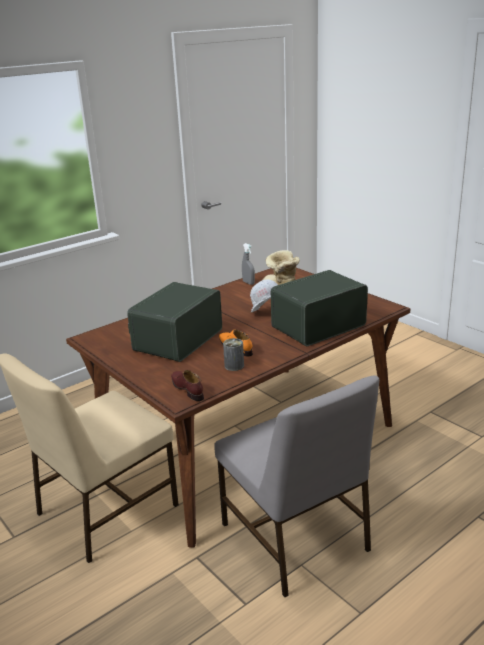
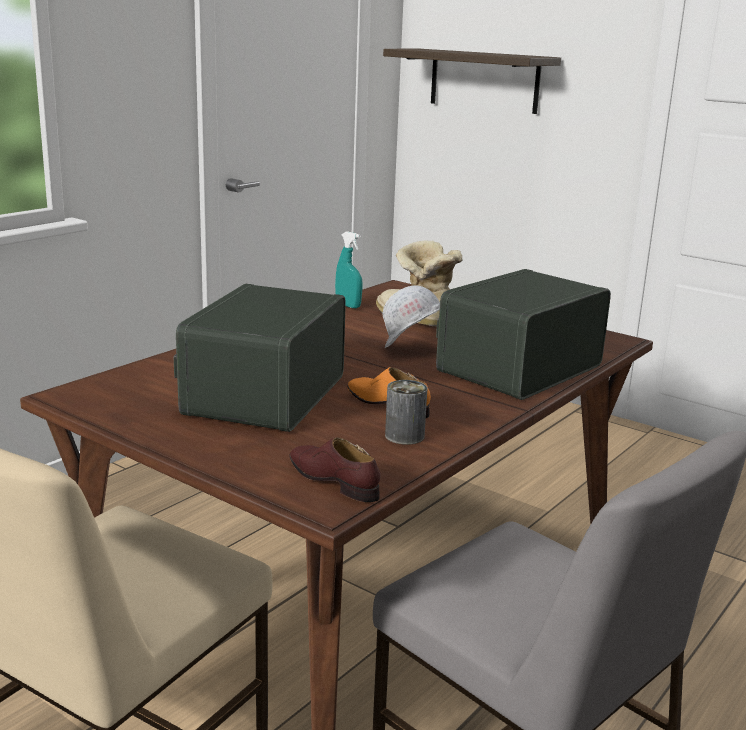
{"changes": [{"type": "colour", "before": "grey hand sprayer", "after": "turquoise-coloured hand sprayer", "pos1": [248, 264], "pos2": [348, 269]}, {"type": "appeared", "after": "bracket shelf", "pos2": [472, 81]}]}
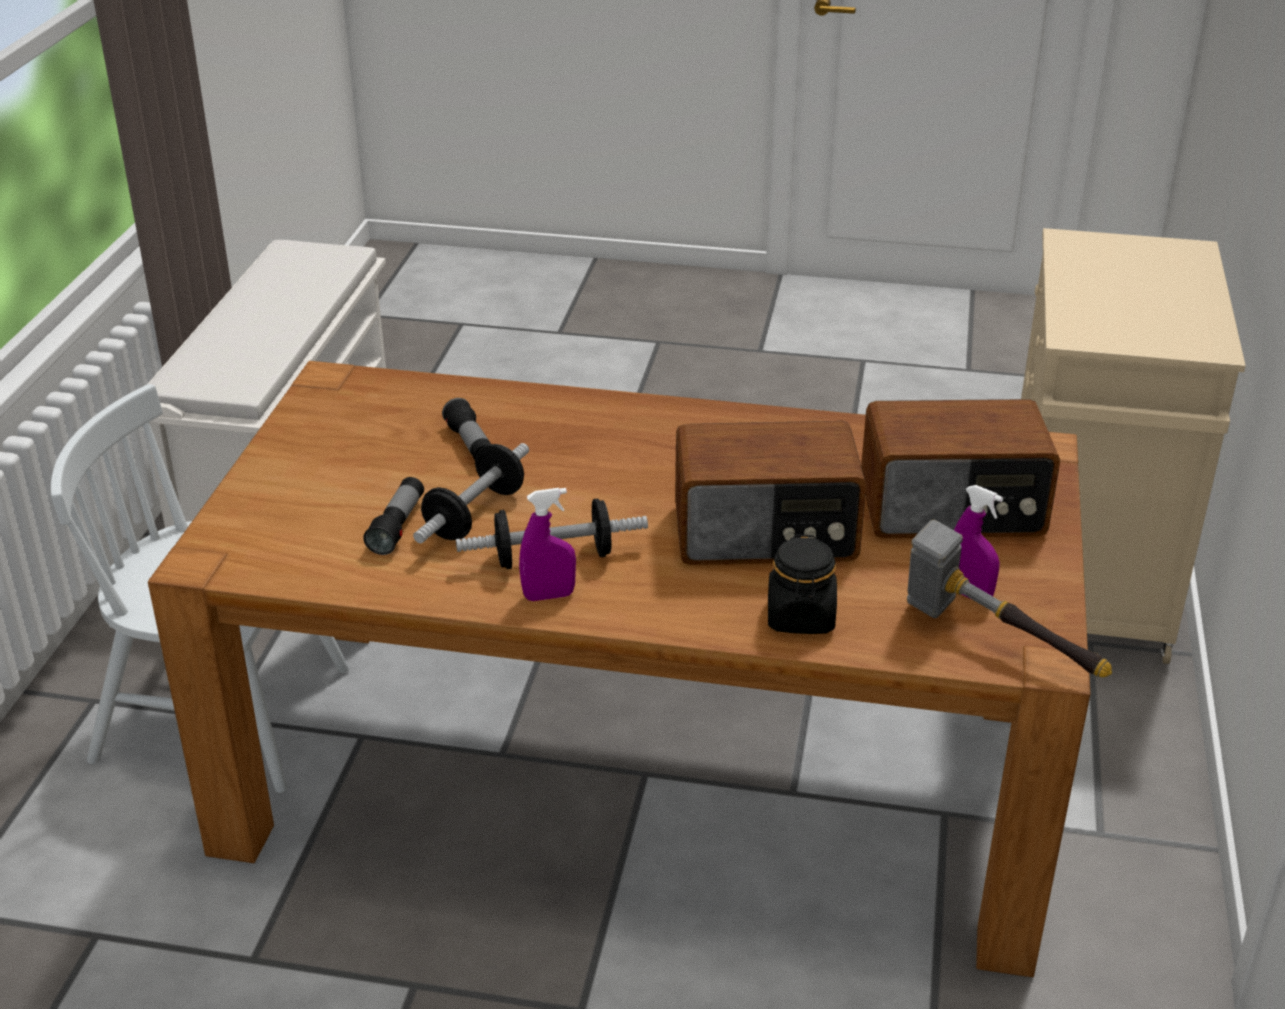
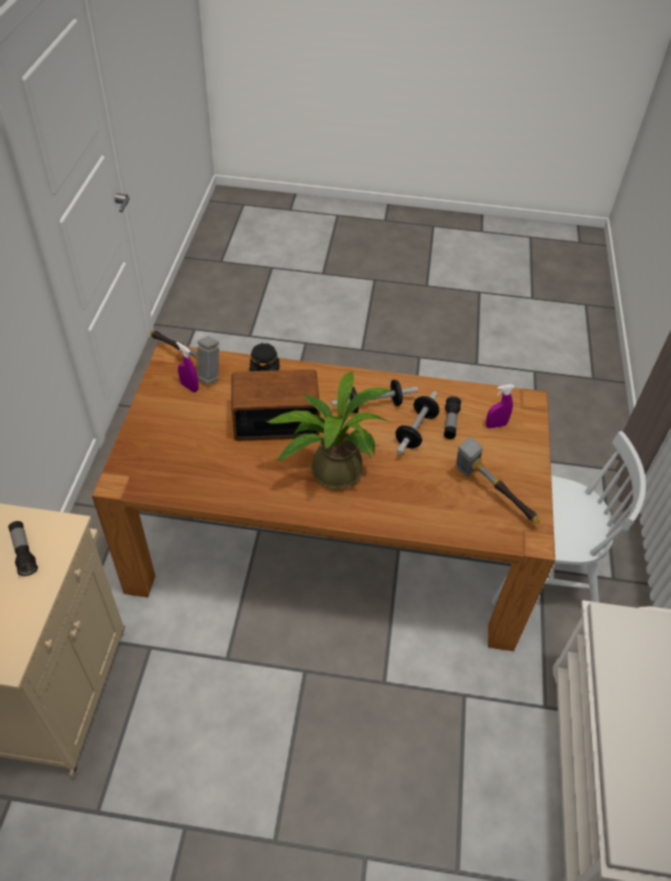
{"changes": [{"type": "relocated", "before": "torch", "pos1": [466, 429], "pos2": [23, 548]}, {"type": "appeared", "after": "potted plant", "pos2": [329, 430]}, {"type": "appeared", "after": "hammer", "pos2": [498, 480]}, {"type": "relocated", "before": "purple-coloured hand sprayer", "pos1": [547, 544], "pos2": [500, 406]}, {"type": "missing", "before": "radio set", "pos1": [960, 468]}]}
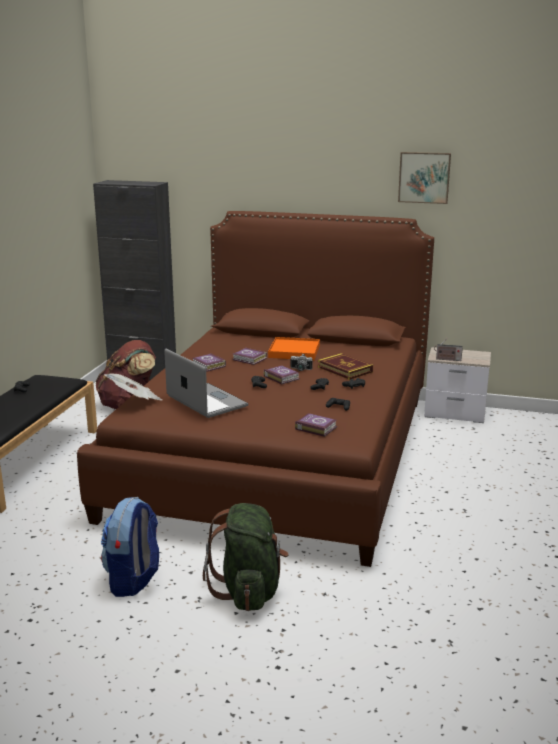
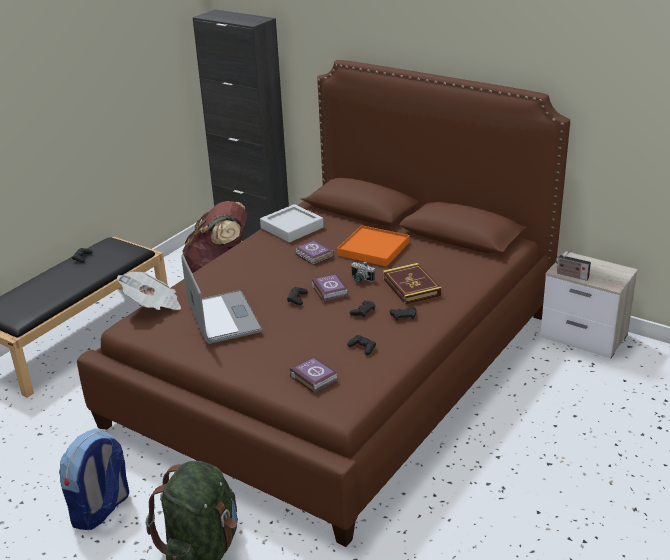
{"changes": [{"type": "appeared", "after": "grey tray", "pos2": [292, 223]}, {"type": "missing", "before": "volume", "pos1": [209, 362]}, {"type": "missing", "before": "wall art", "pos1": [424, 178]}]}
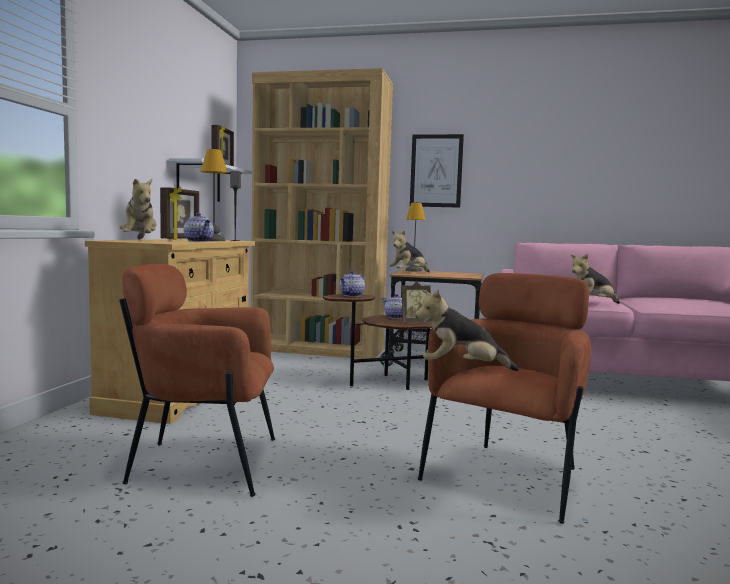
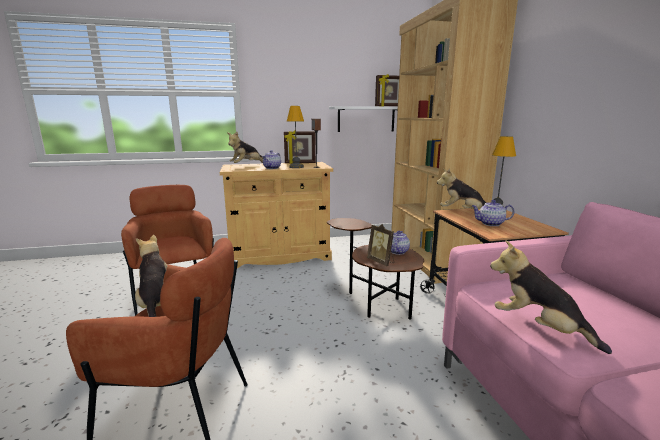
{"changes": [{"type": "relocated", "before": "pot for tea", "pos1": [352, 283], "pos2": [493, 213]}, {"type": "missing", "before": "wall art", "pos1": [437, 171]}]}
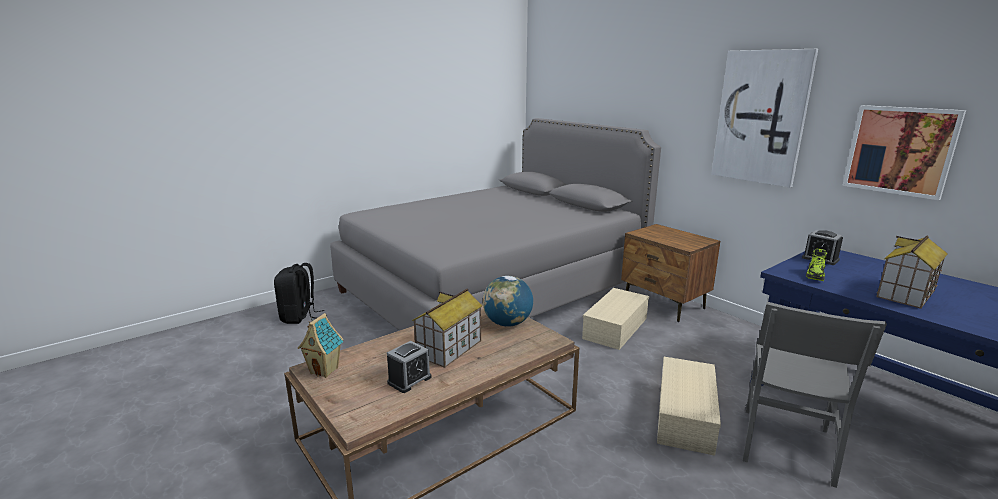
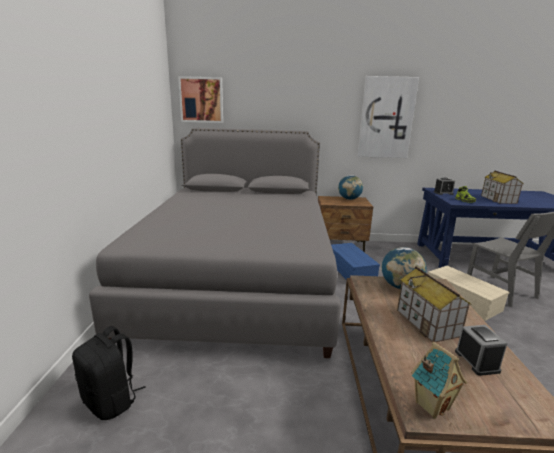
{"changes": [{"type": "relocated", "before": "wall art", "pos1": [904, 152], "pos2": [200, 99]}, {"type": "colour", "before": "sand-coloured storage container", "after": "bluish storage container", "pos1": [615, 319], "pos2": [355, 261]}, {"type": "appeared", "after": "desk globe", "pos2": [350, 187]}]}
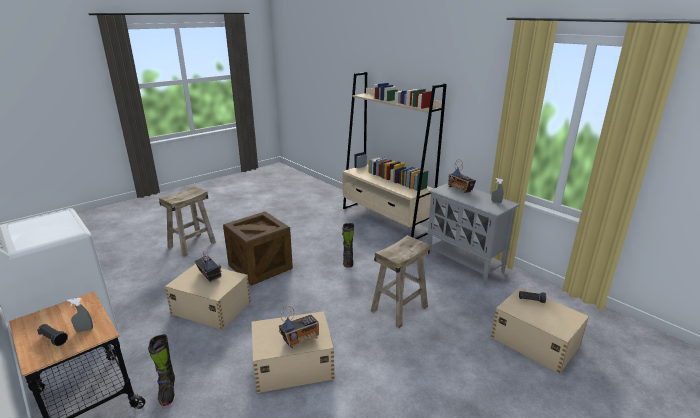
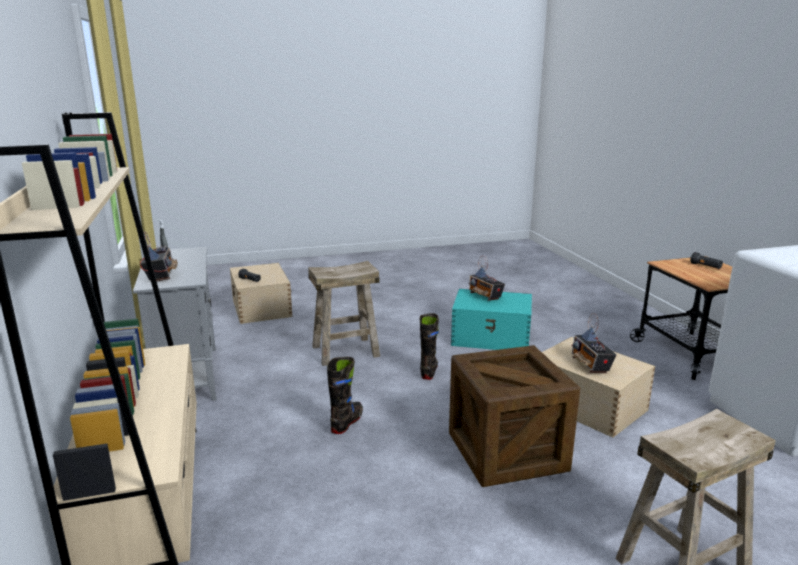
{"changes": [{"type": "relocated", "before": "blackish high-top boot", "pos1": [161, 370], "pos2": [429, 346]}, {"type": "colour", "before": "sand-coloured storage container", "after": "turquoise-coloured storage container", "pos1": [293, 352], "pos2": [491, 319]}, {"type": "spun", "before": "radio set", "pos1": [299, 327], "pos2": [486, 278], "turn": -120}, {"type": "missing", "before": "grey hand sprayer", "pos1": [80, 315]}]}
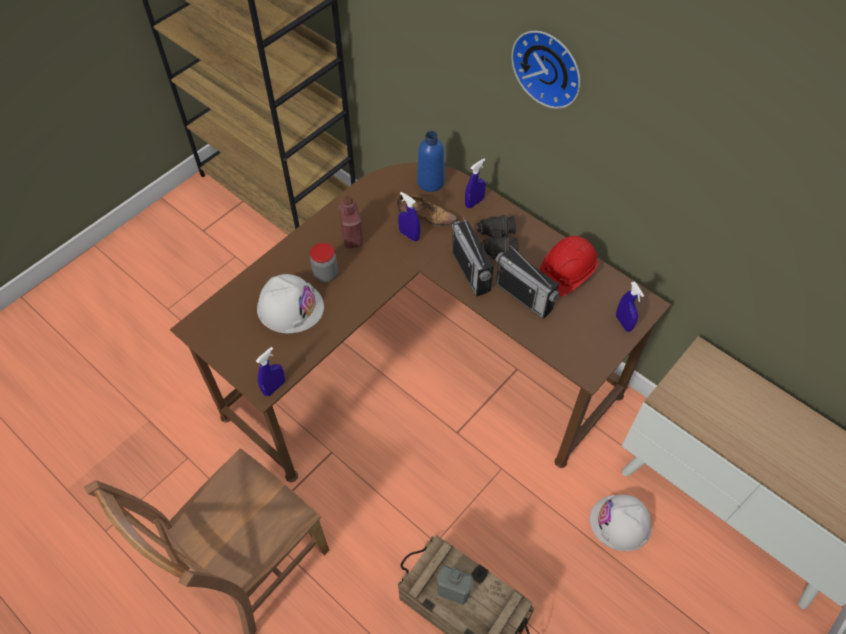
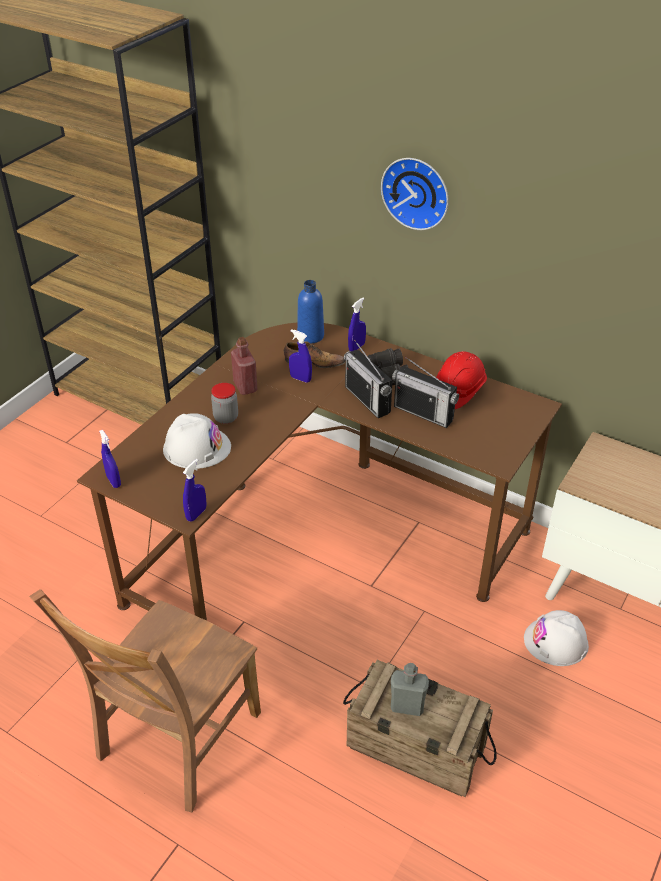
{"changes": [{"type": "relocated", "before": "bluish hand sprayer", "pos1": [630, 307], "pos2": [110, 459]}]}
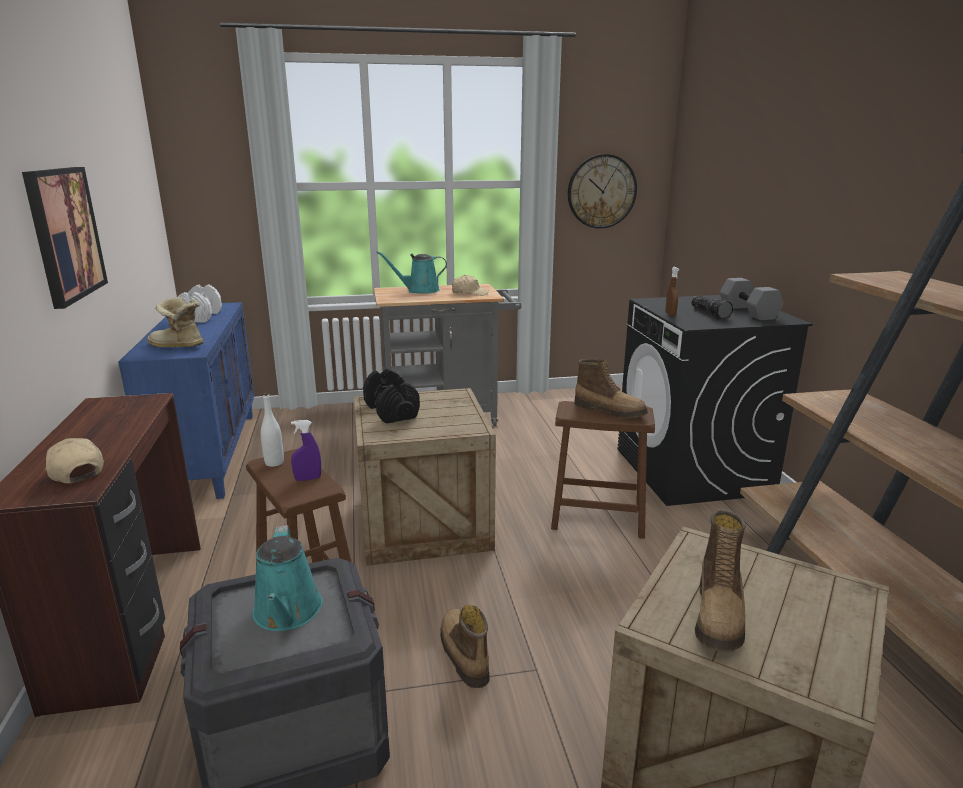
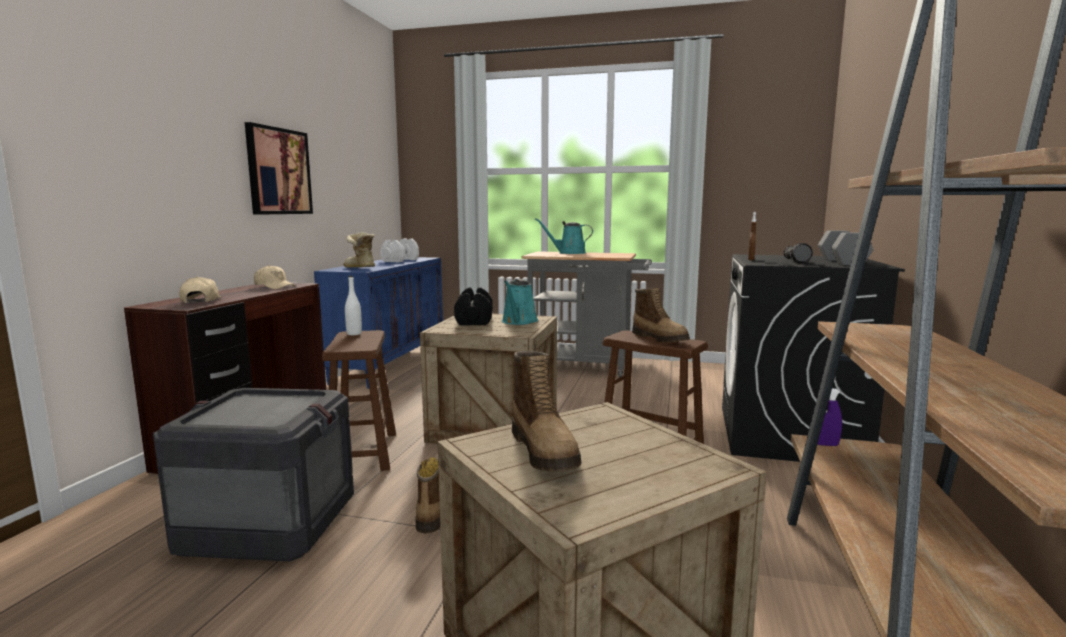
{"changes": [{"type": "relocated", "before": "sand-coloured baseball cap", "pos1": [470, 285], "pos2": [275, 277]}, {"type": "relocated", "before": "turquoise-coloured watering can", "pos1": [288, 578], "pos2": [520, 302]}, {"type": "spun", "before": "high-top boot", "pos1": [720, 580], "pos2": [547, 411], "turn": -60}, {"type": "relocated", "before": "purple-coloured hand sprayer", "pos1": [306, 450], "pos2": [829, 417]}, {"type": "missing", "before": "clock on the wall", "pos1": [602, 191]}]}
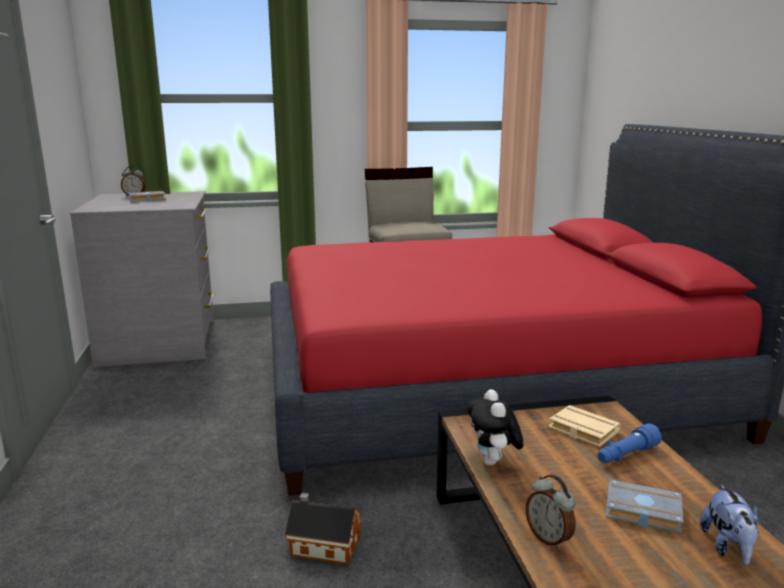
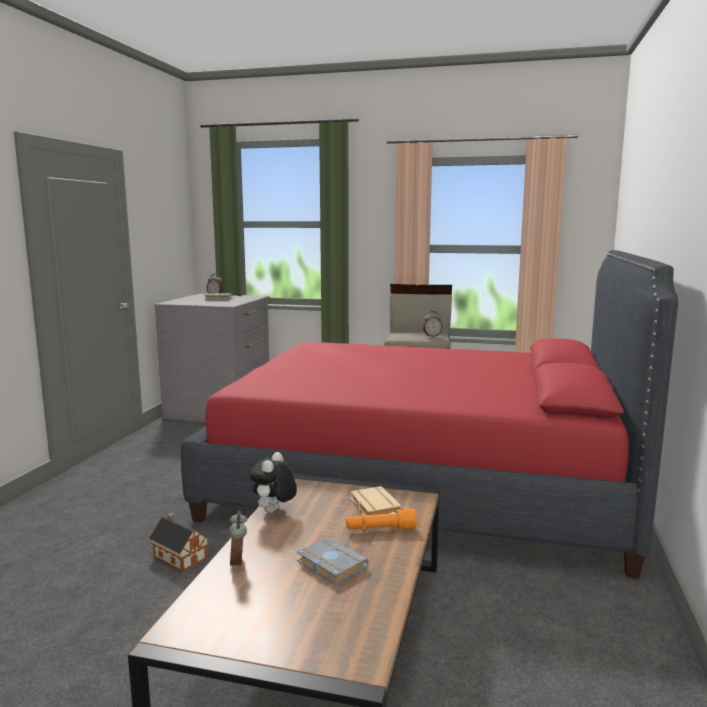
{"changes": [{"type": "colour", "before": "bluish torch", "after": "orange torch", "pos1": [630, 443], "pos2": [381, 519]}, {"type": "appeared", "after": "alarm clock", "pos2": [432, 324]}, {"type": "missing", "before": "soft toy", "pos1": [729, 524]}]}
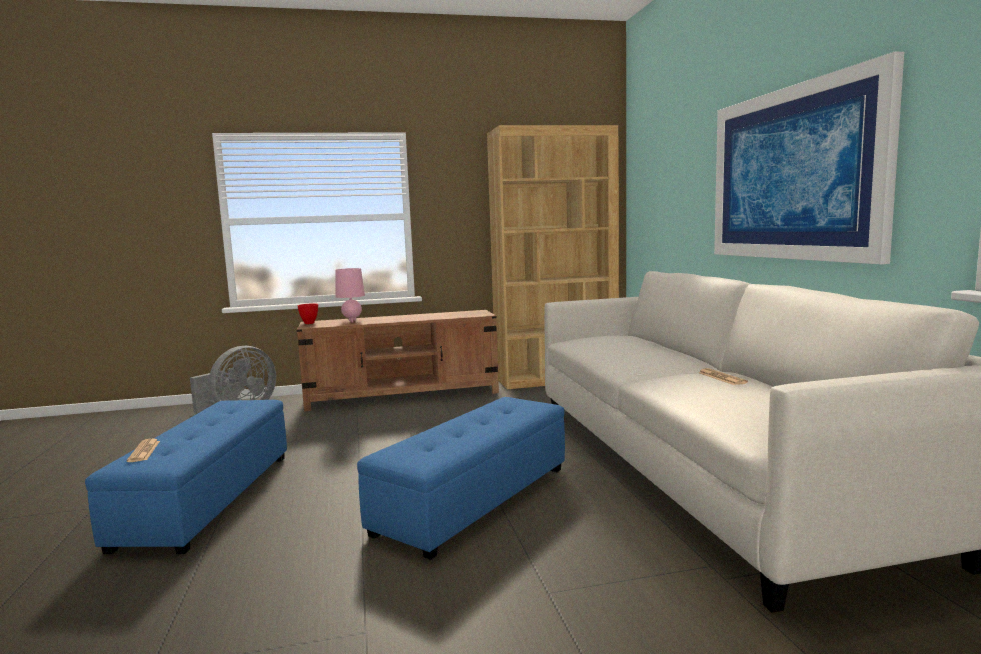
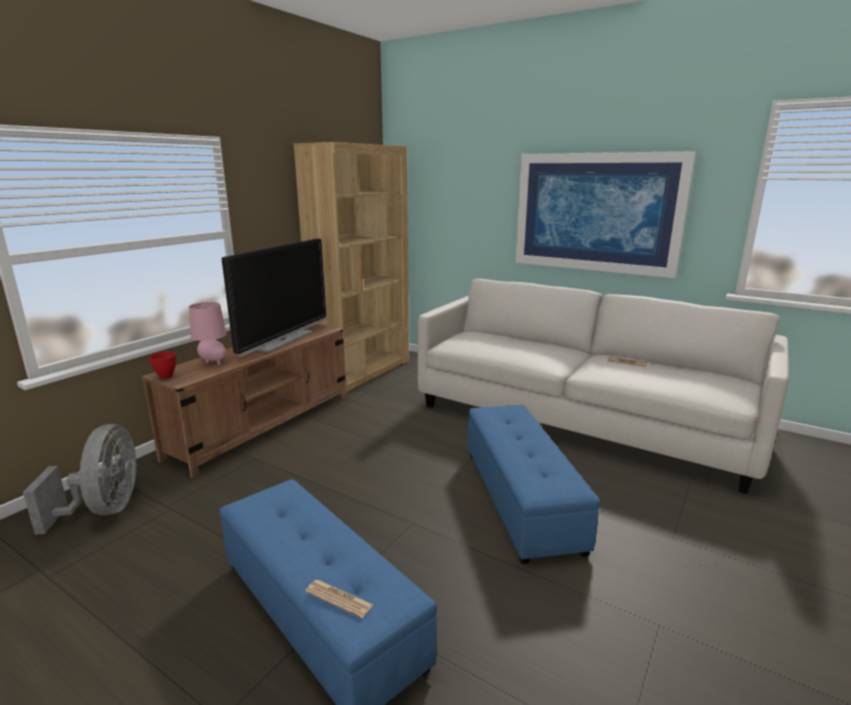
{"changes": [{"type": "appeared", "after": "TV", "pos2": [274, 298]}]}
